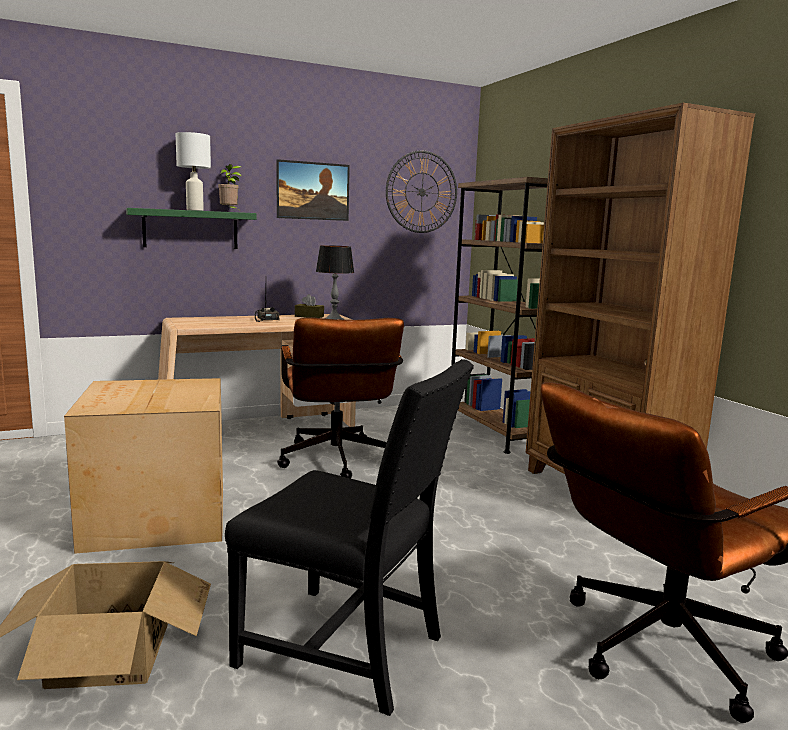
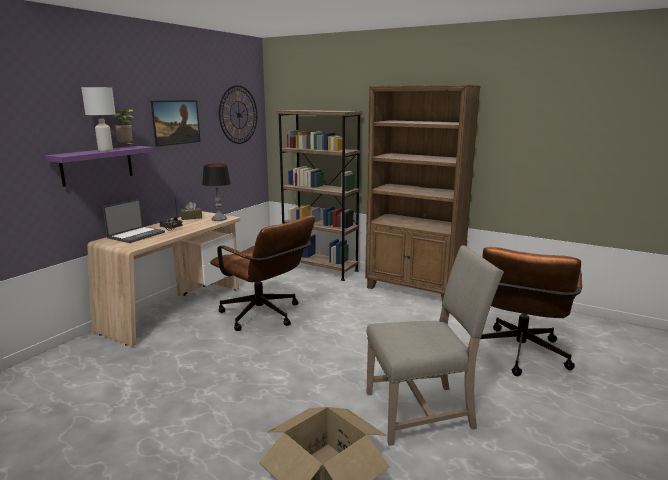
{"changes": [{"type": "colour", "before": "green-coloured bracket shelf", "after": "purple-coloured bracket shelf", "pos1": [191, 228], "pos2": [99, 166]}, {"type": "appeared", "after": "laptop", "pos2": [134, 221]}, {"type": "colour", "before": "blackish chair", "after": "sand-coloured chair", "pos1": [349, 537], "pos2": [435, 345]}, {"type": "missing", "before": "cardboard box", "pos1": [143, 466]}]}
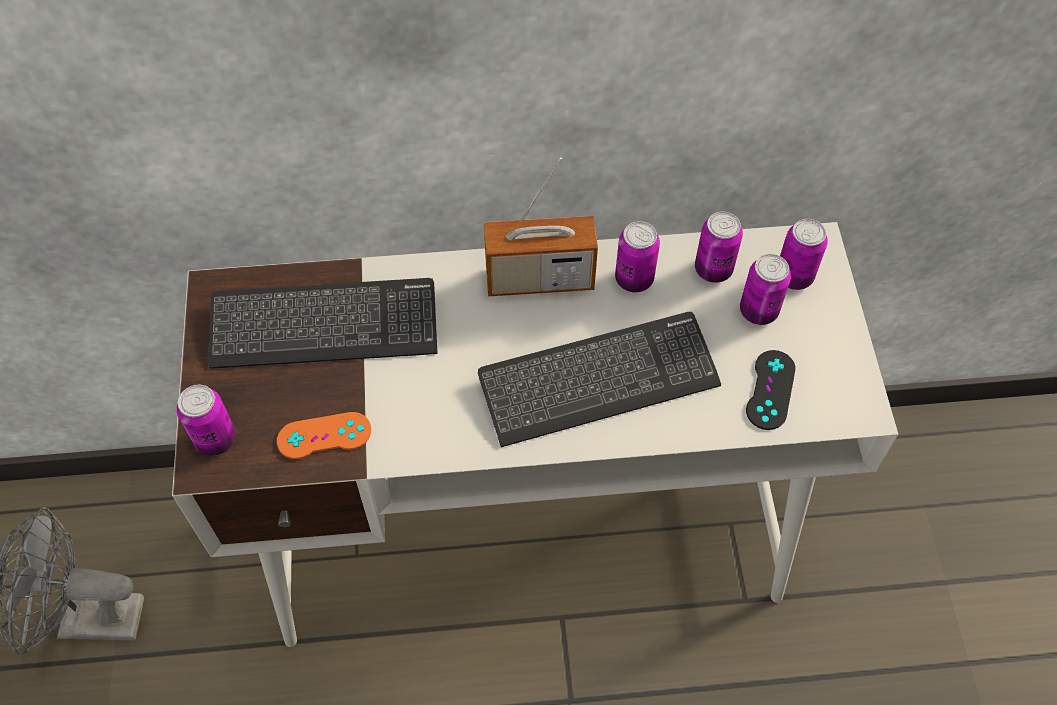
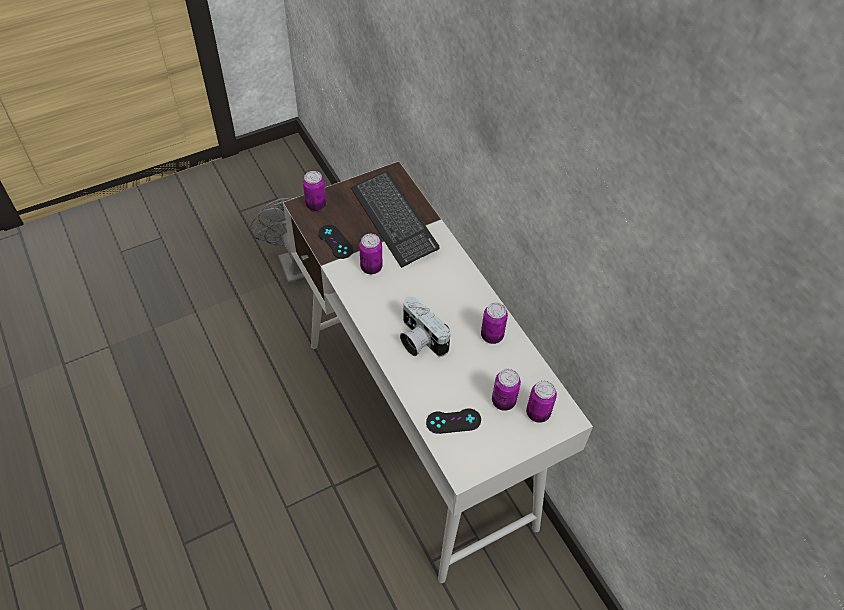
{"changes": [{"type": "colour", "before": "orange game controller", "after": "blackish game controller", "pos1": [324, 435], "pos2": [335, 242]}, {"type": "relocated", "before": "can", "pos1": [719, 247], "pos2": [371, 254]}, {"type": "exchanged", "before": "PC keyboard", "after": "still camera", "pos1": [599, 379], "pos2": [425, 327]}, {"type": "missing", "before": "radio set", "pos1": [541, 226]}]}
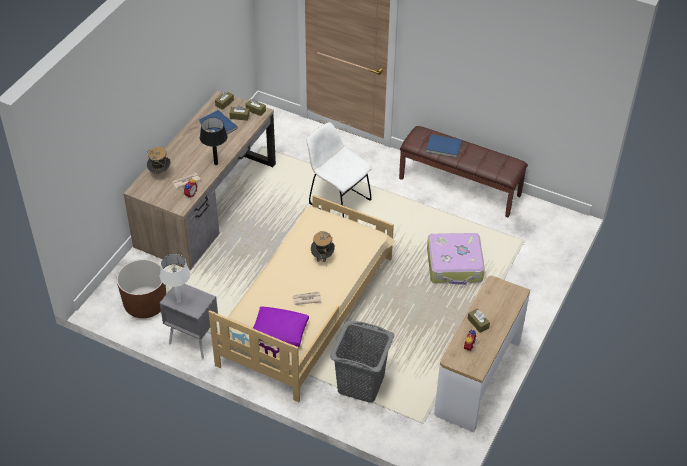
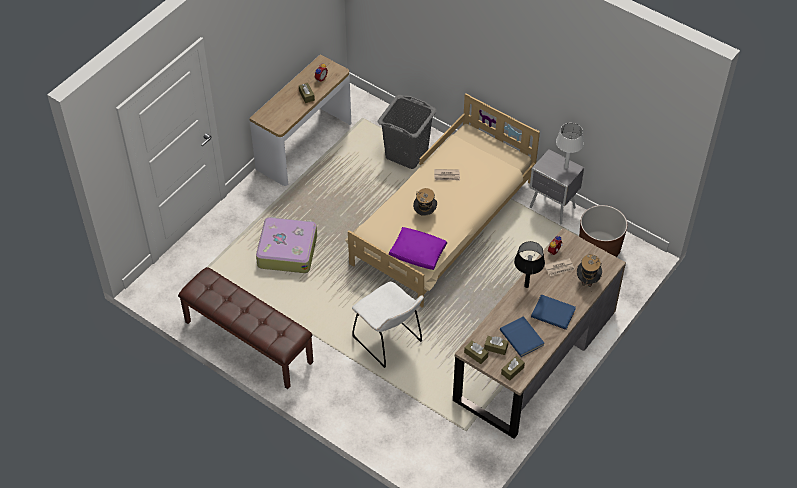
{"changes": [{"type": "relocated", "before": "purple-coloured cushion", "pos1": [281, 327], "pos2": [418, 248]}, {"type": "relocated", "before": "bluish volume", "pos1": [444, 146], "pos2": [553, 312]}]}
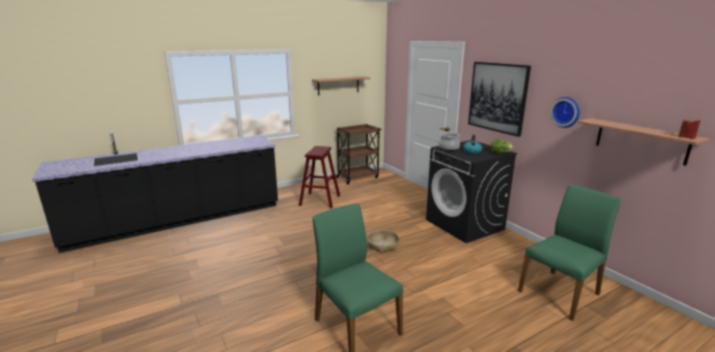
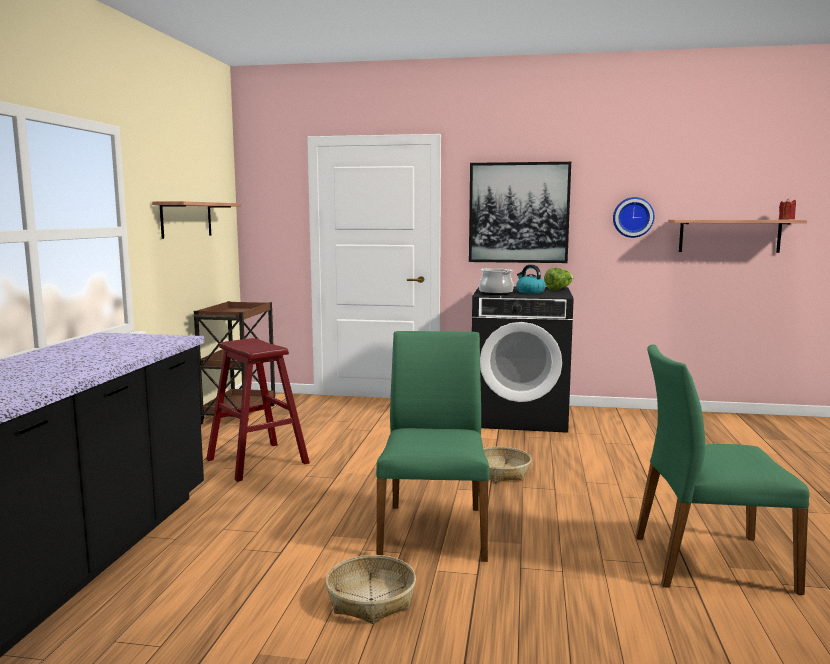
{"changes": [{"type": "appeared", "after": "basket", "pos2": [371, 589]}, {"type": "relocated", "before": "green-coloured chair", "pos1": [569, 252], "pos2": [432, 446]}]}
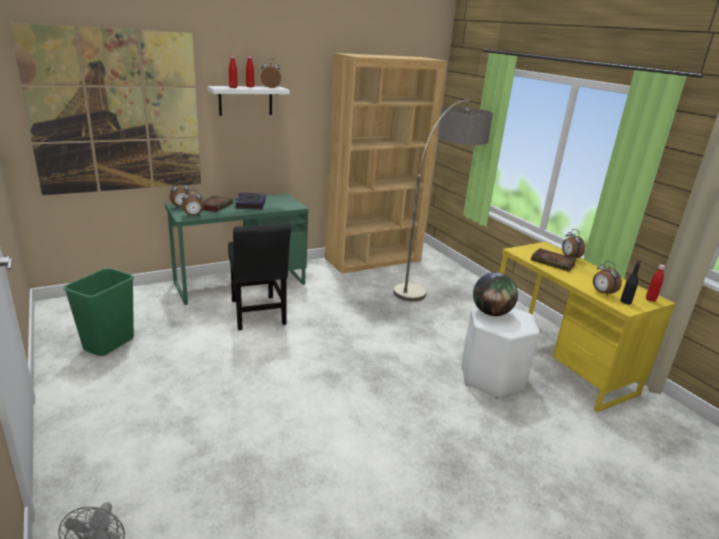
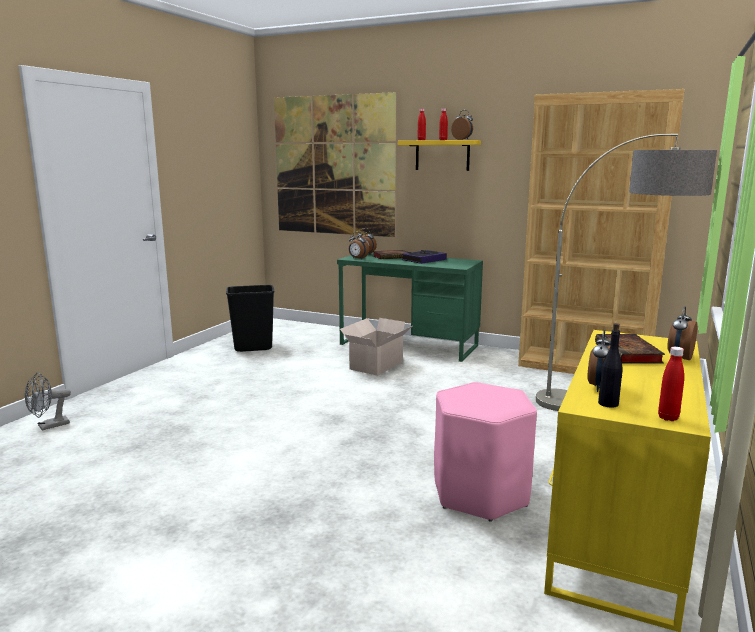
{"changes": [{"type": "colour", "before": "green-coloured waste bin", "after": "blackish waste bin", "pos1": [99, 312], "pos2": [250, 318]}, {"type": "exchanged", "before": "blackish chair", "after": "cardboard box", "pos1": [259, 276], "pos2": [376, 347]}, {"type": "colour", "before": "whitish bracket shelf", "after": "yellow-coloured bracket shelf", "pos1": [248, 101], "pos2": [439, 155]}, {"type": "colour", "before": "whitish sitting stool", "after": "pink-coloured sitting stool", "pos1": [500, 352], "pos2": [485, 452]}, {"type": "missing", "before": "desk globe", "pos1": [495, 294]}]}
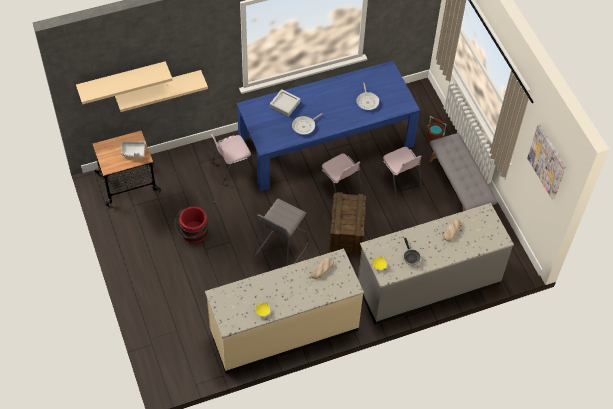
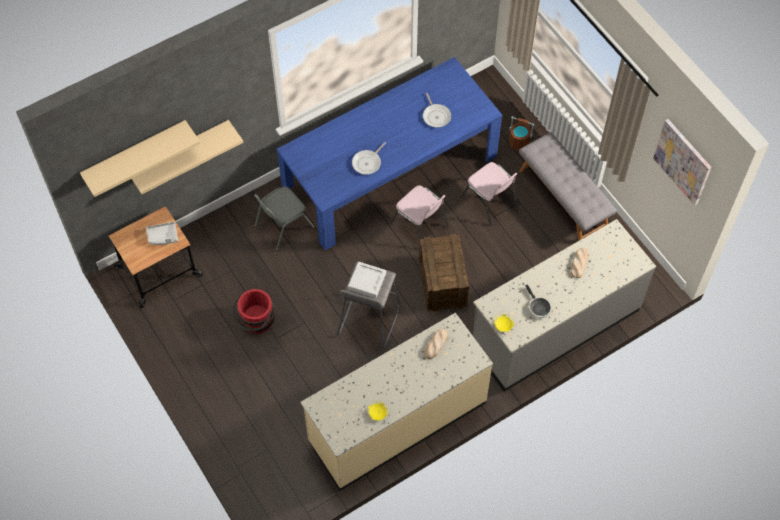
{"changes": [{"type": "colour", "before": "pink-coloured chair", "after": "grey chair", "pos1": [233, 159], "pos2": [284, 219]}, {"type": "relocated", "before": "grey tray", "pos1": [285, 103], "pos2": [367, 280]}]}
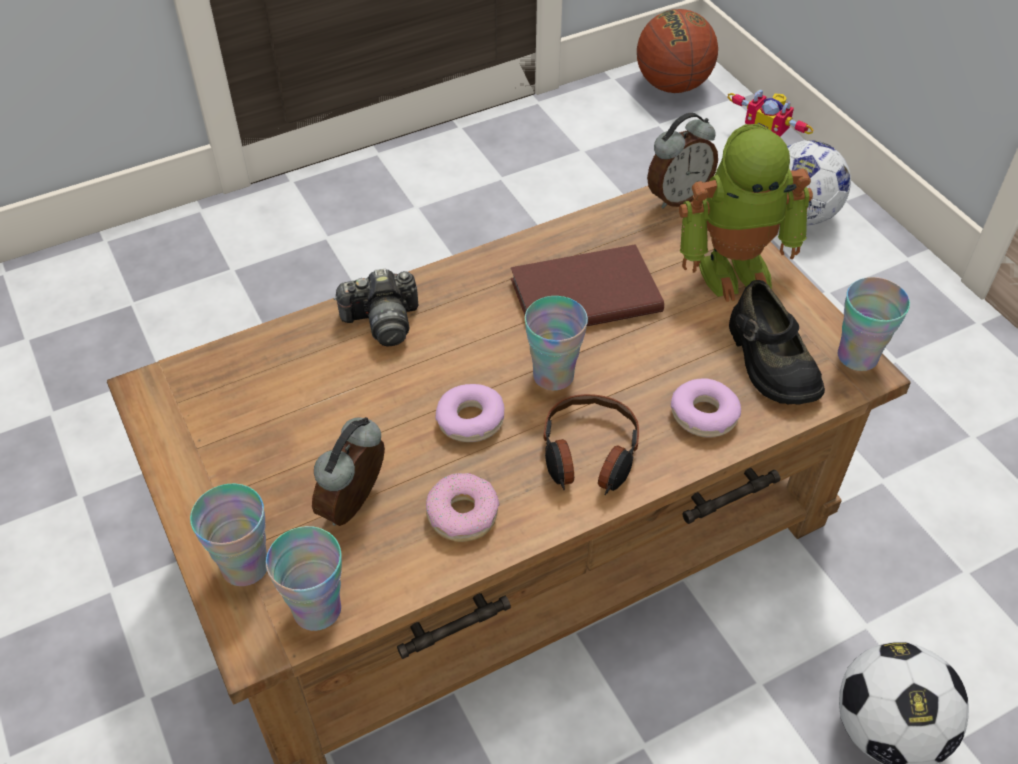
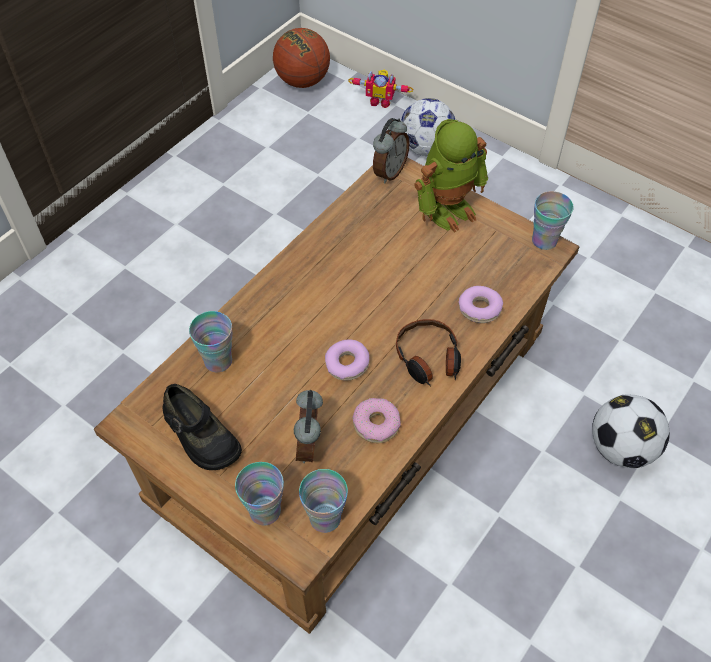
{"changes": [{"type": "relocated", "before": "blackish low shoe", "pos1": [777, 342], "pos2": [202, 427]}, {"type": "relocated", "before": "drinking cup", "pos1": [556, 343], "pos2": [210, 341]}, {"type": "missing", "before": "still camera", "pos1": [376, 307]}, {"type": "missing", "before": "brownish volume", "pos1": [587, 285]}]}
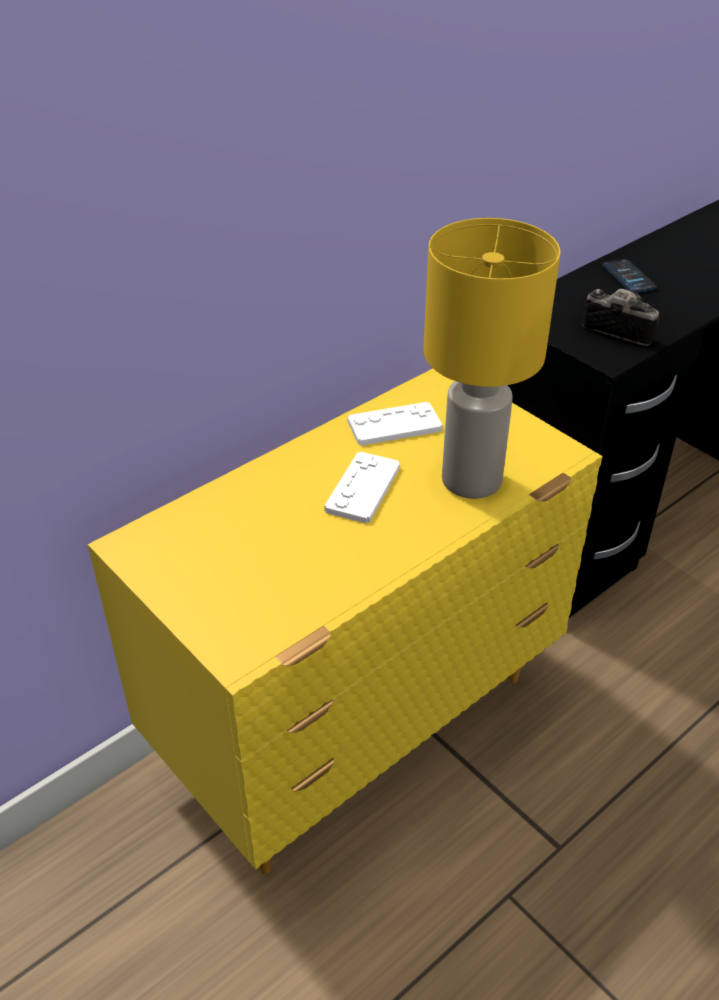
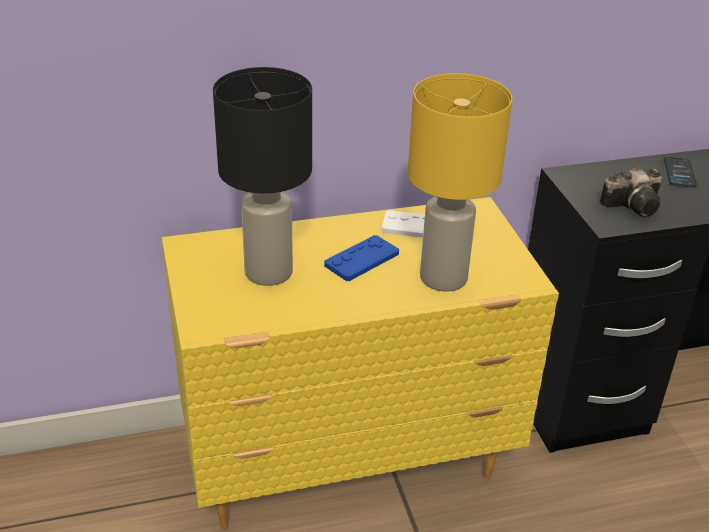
{"changes": [{"type": "appeared", "after": "blackish tabletop lamp", "pos2": [262, 176]}, {"type": "colour", "before": "whitish game controller", "after": "bluish game controller", "pos1": [362, 487], "pos2": [361, 258]}, {"type": "spun", "before": "still camera", "pos1": [620, 317], "pos2": [631, 192], "turn": 105}]}
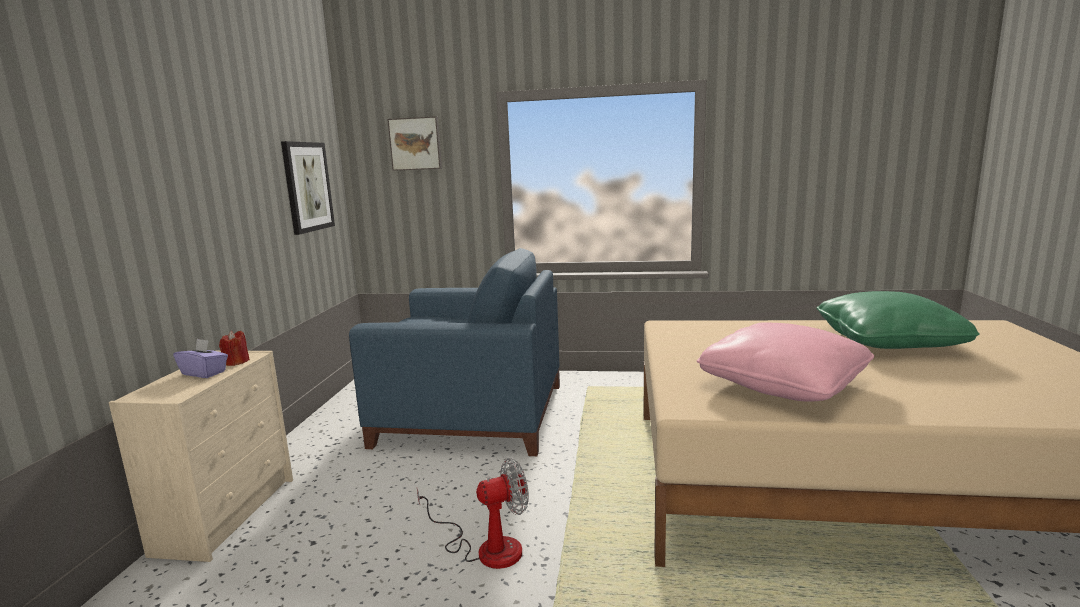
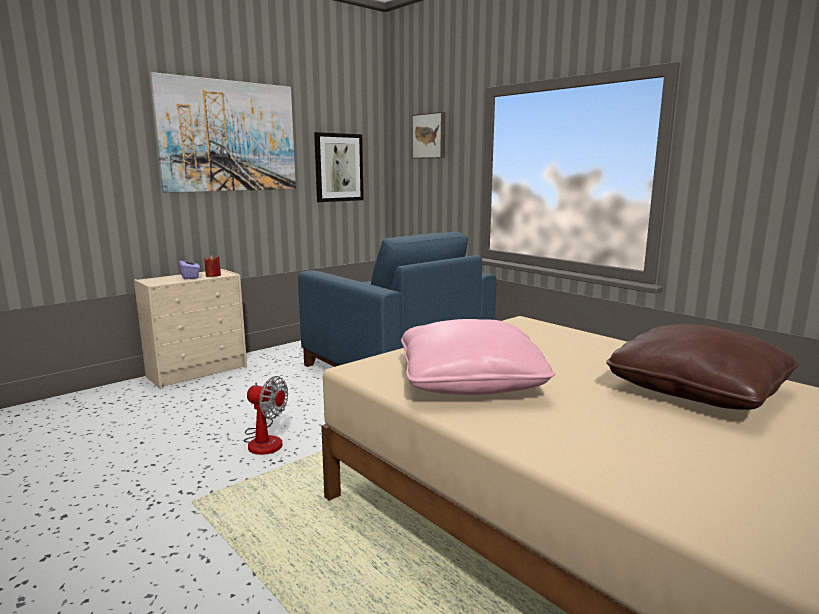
{"changes": [{"type": "appeared", "after": "wall art", "pos2": [223, 132]}, {"type": "colour", "before": "green-coloured cushion", "after": "brownish cushion", "pos1": [898, 320], "pos2": [702, 367]}]}
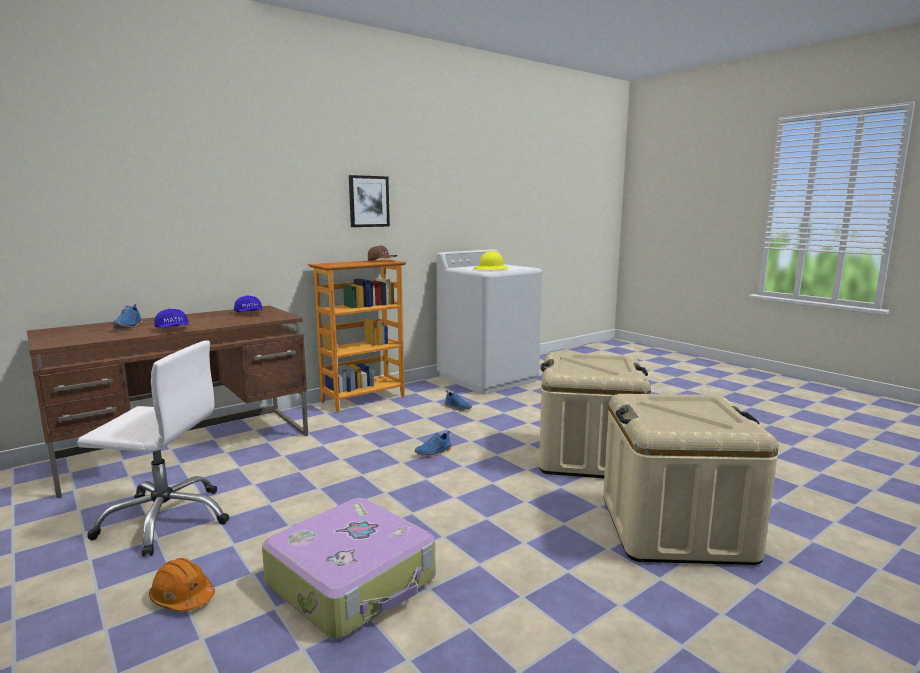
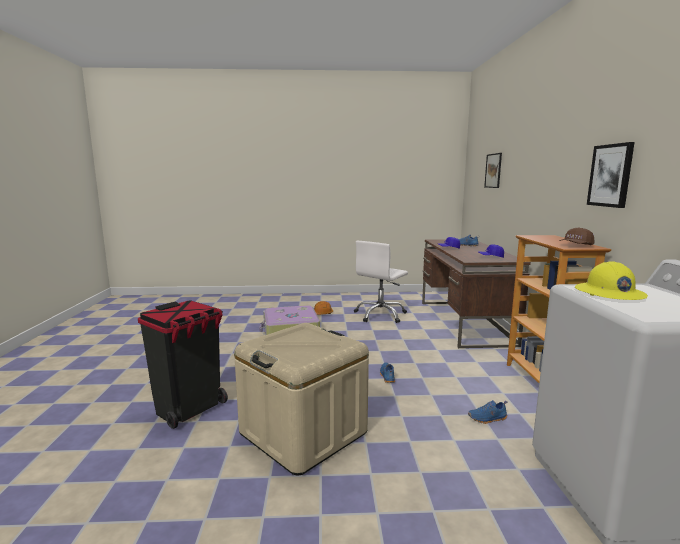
{"changes": [{"type": "exchanged", "before": "sand-coloured storage container", "after": "blackish waste bin", "pos1": [691, 479], "pos2": [183, 364]}, {"type": "appeared", "after": "wall art", "pos2": [493, 170]}]}
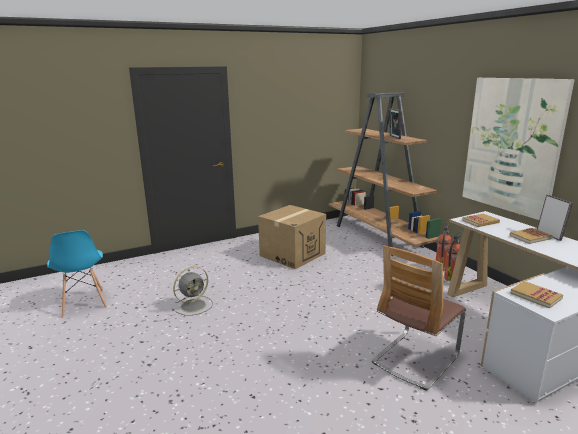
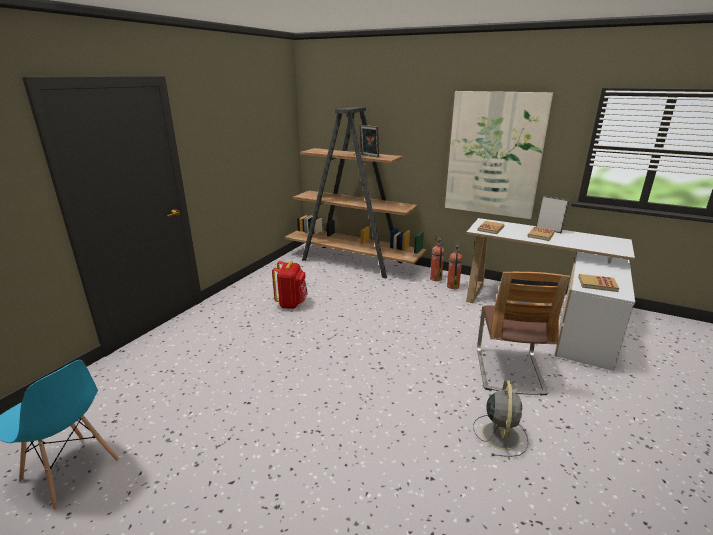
{"changes": [{"type": "exchanged", "before": "cardboard box", "after": "reddish knapsack", "pos1": [292, 237], "pos2": [290, 285]}, {"type": "relocated", "before": "grey cooling fan", "pos1": [192, 291], "pos2": [501, 418]}]}
